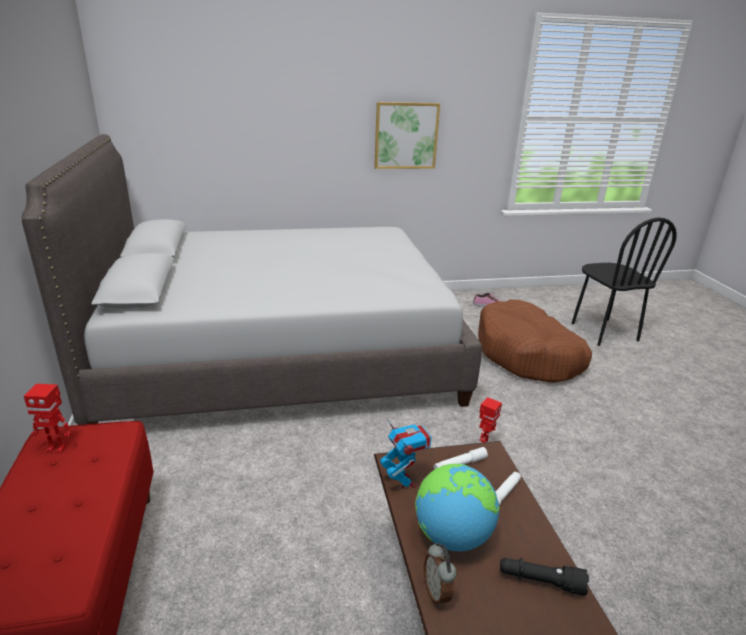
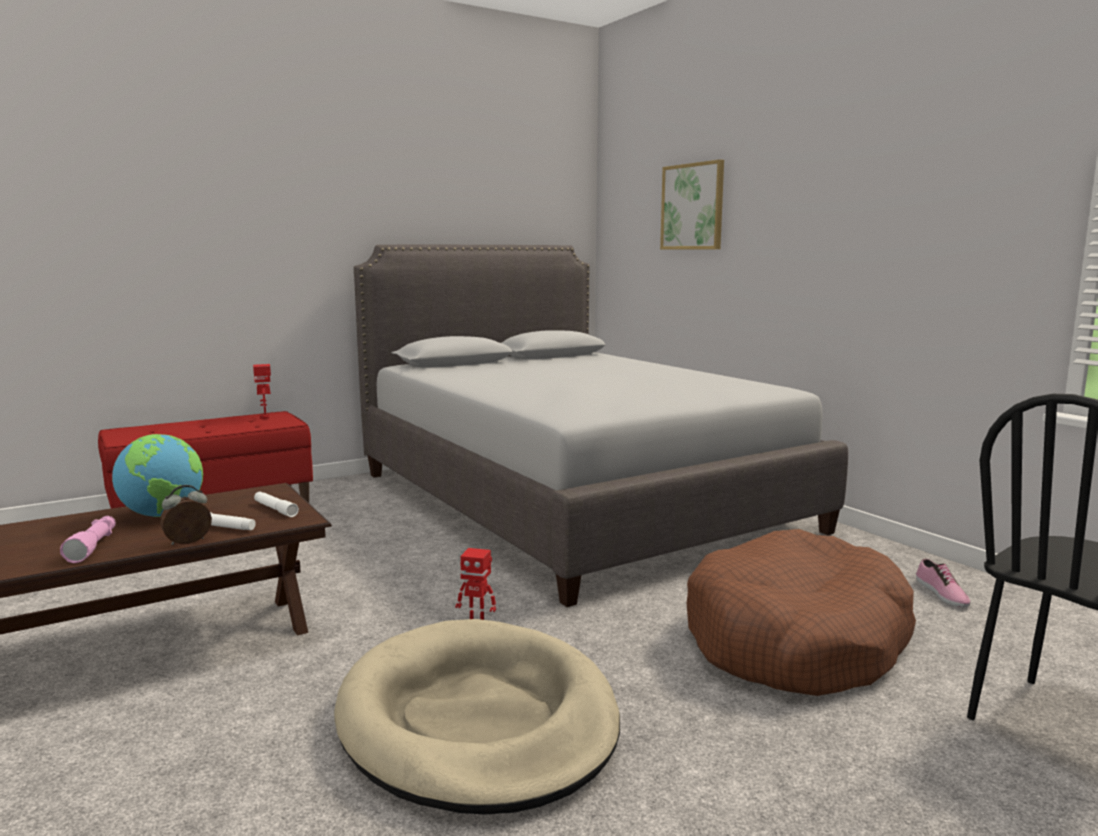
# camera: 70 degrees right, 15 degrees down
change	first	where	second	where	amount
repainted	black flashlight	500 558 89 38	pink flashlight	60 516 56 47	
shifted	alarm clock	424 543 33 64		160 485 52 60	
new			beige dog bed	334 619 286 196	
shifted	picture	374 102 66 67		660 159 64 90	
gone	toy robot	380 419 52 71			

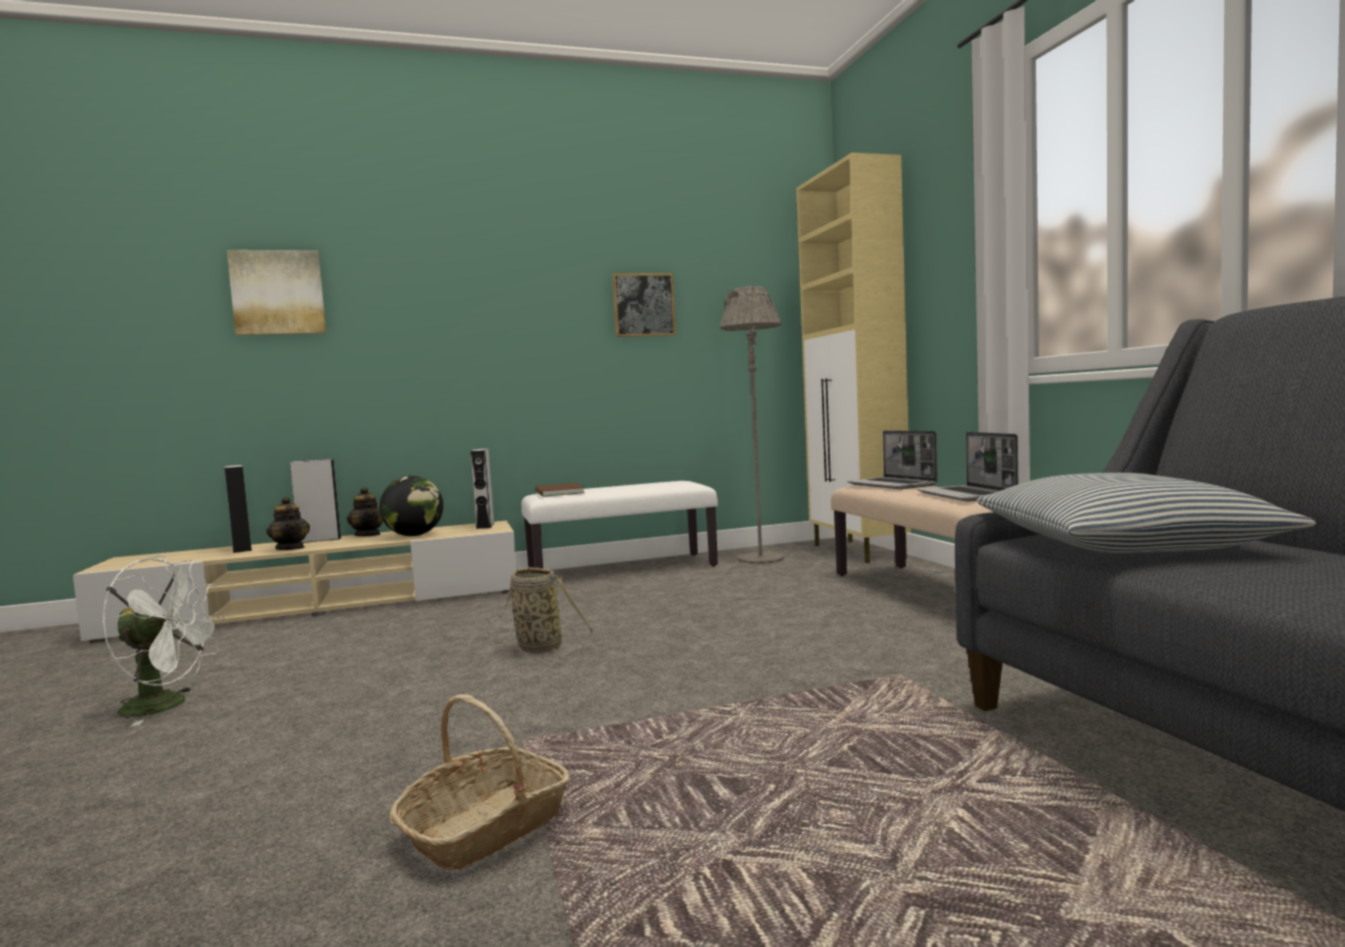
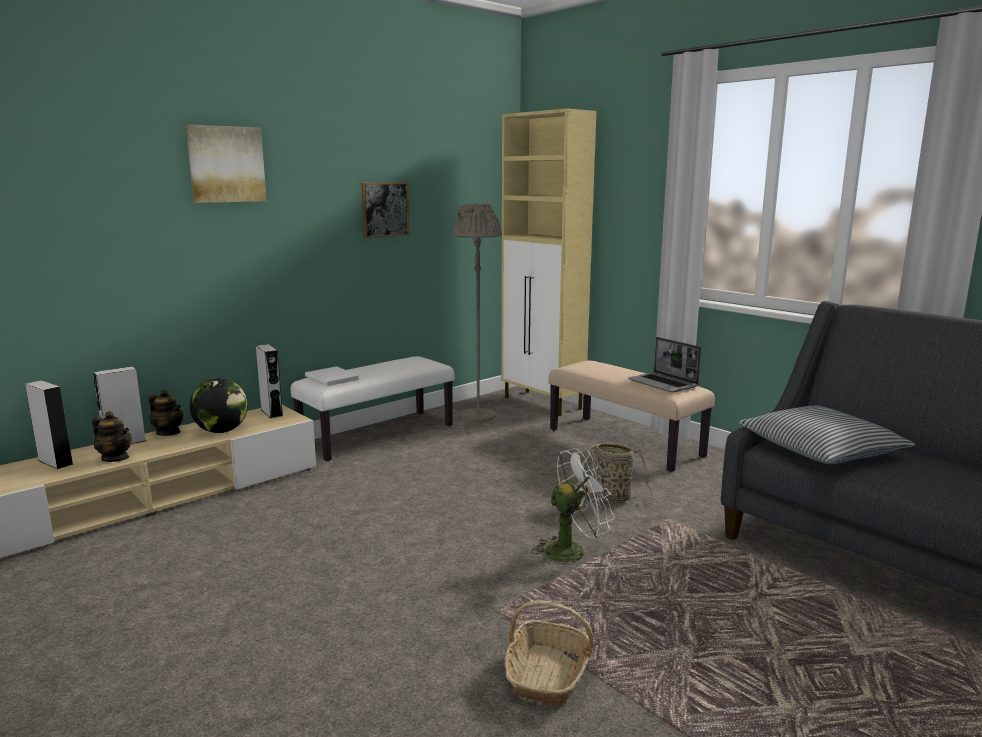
# camera: 25 degrees left, 10 degrees up
change	first	where	second	where	amount
shifted	picture	227 250 99 85		186 124 81 79	
repainted	brown book	535 483 50 14	white book	305 366 54 20	
shifted	white fan	102 556 122 171		531 448 84 115	
shifted	basket	485 567 109 87		558 443 94 60	
gone	laptop	847 431 91 58			

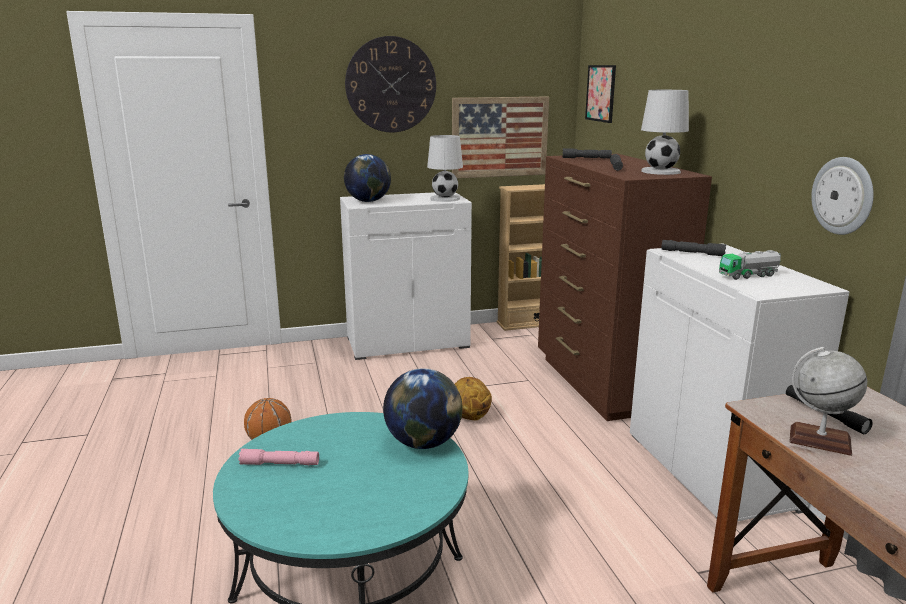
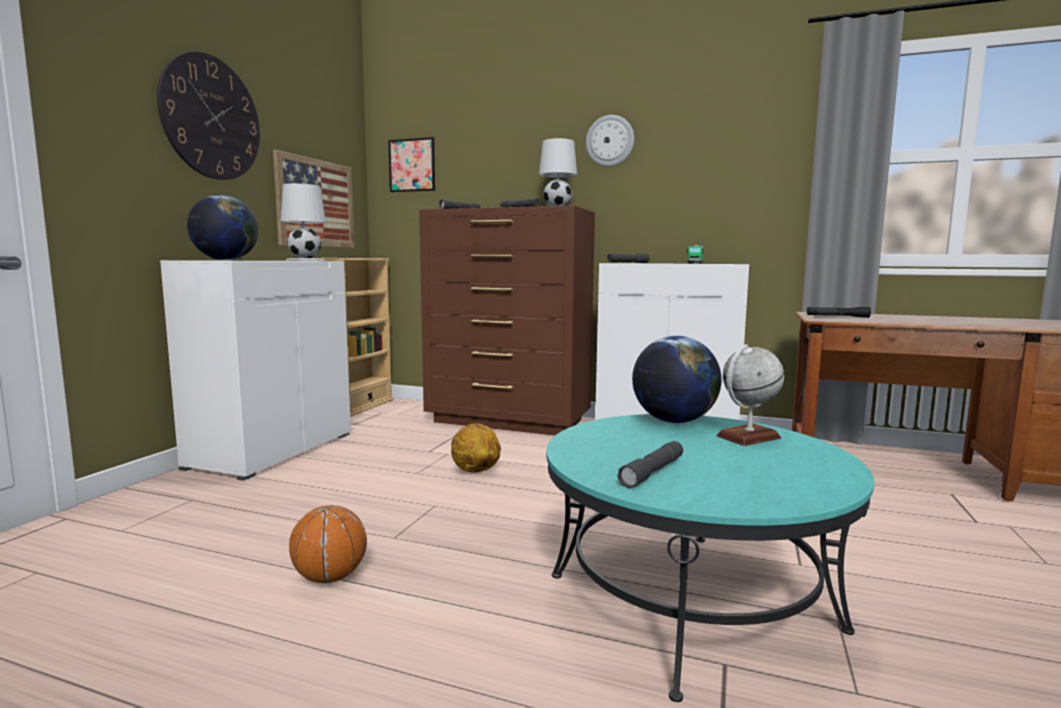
# camera: 55 degrees left, 10 degrees down
change	first	where	second	where	amount
shifted	wall clock	811 157 63 78		586 115 48 52	
repainted	pink flashlight	239 449 80 16	grey flashlight	617 441 66 47	
shifted	globe	790 347 77 109		716 344 68 102	

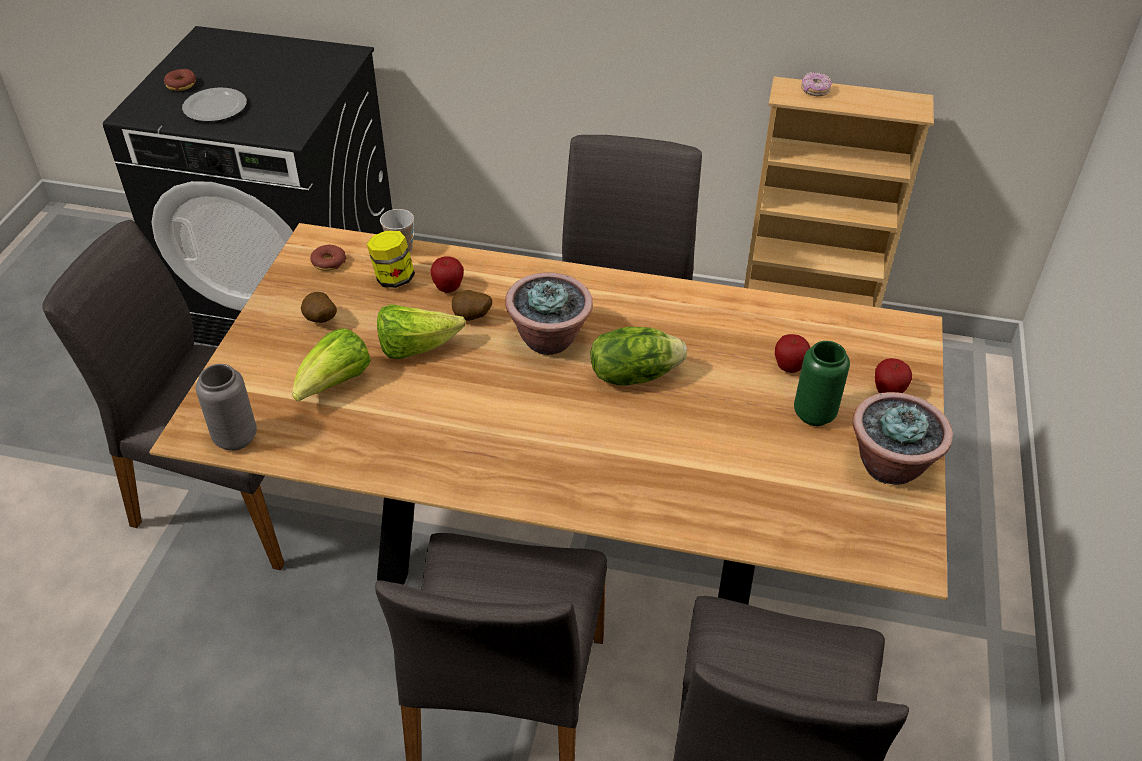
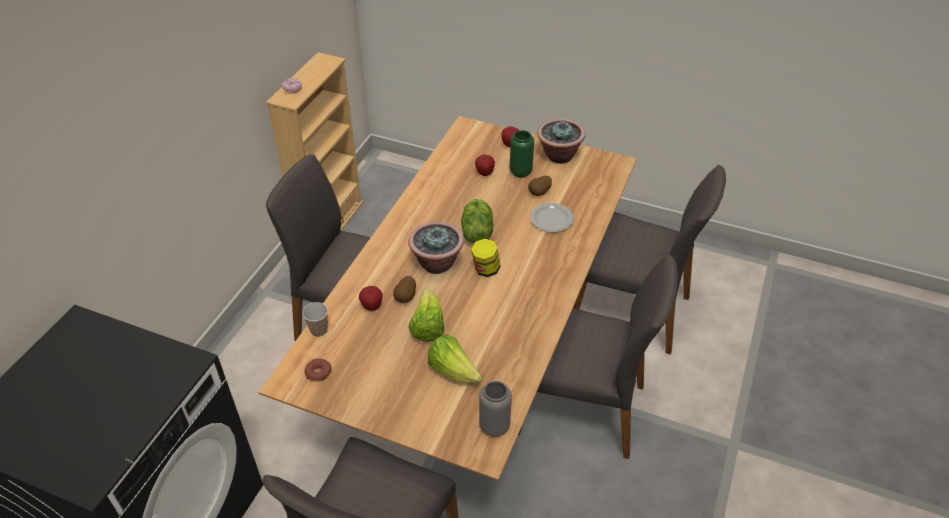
# camera: 80 degrees left, 0 degrees up
change	first	where	second	where	amount
shifted	jar	367 231 48 57		471 238 30 39	
shifted	potato	301 292 36 31		528 176 24 20	
shifted	plate	182 87 65 35		530 203 44 29	
gone	donut	164 69 32 22			

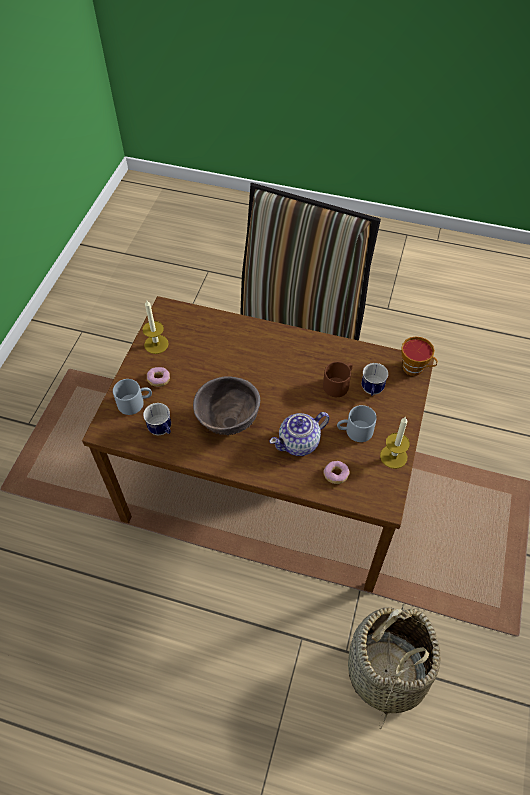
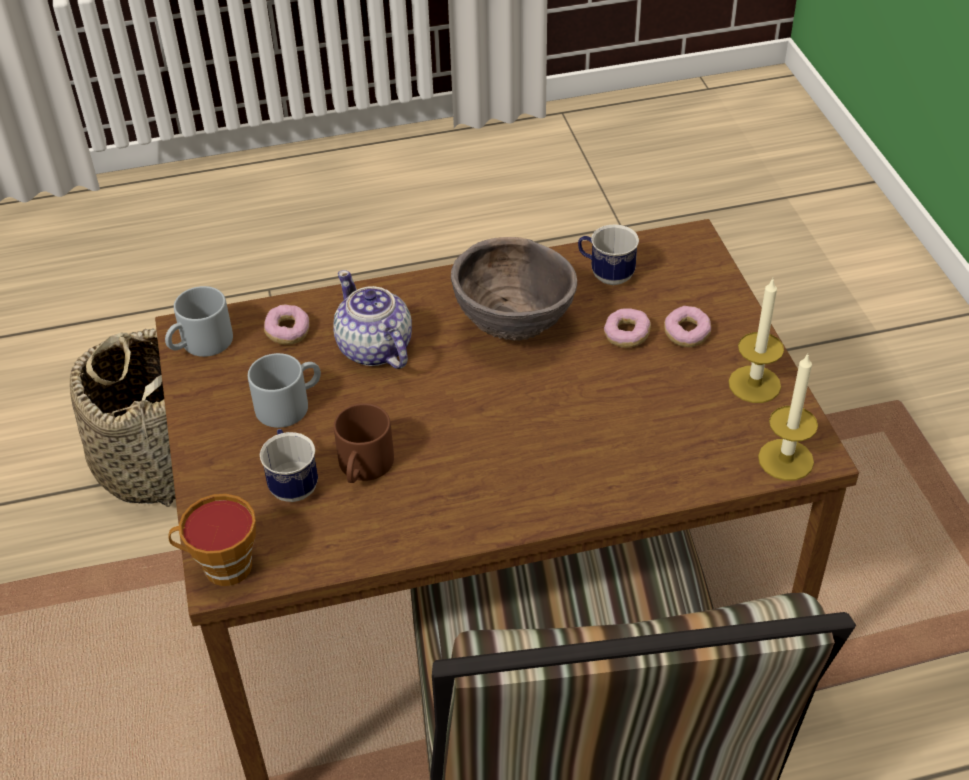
# camera: 150 degrees right, 10 degrees down
change	first	where	second	where	amount
shifted	grey mug	113 379 39 36		165 286 68 71	
rotated	teapot	270 412 59 44		333 270 79 99	60 degrees counterclockwise
new			donut	604 308 47 40	
shifted	candle	380 416 30 53		758 354 60 126	

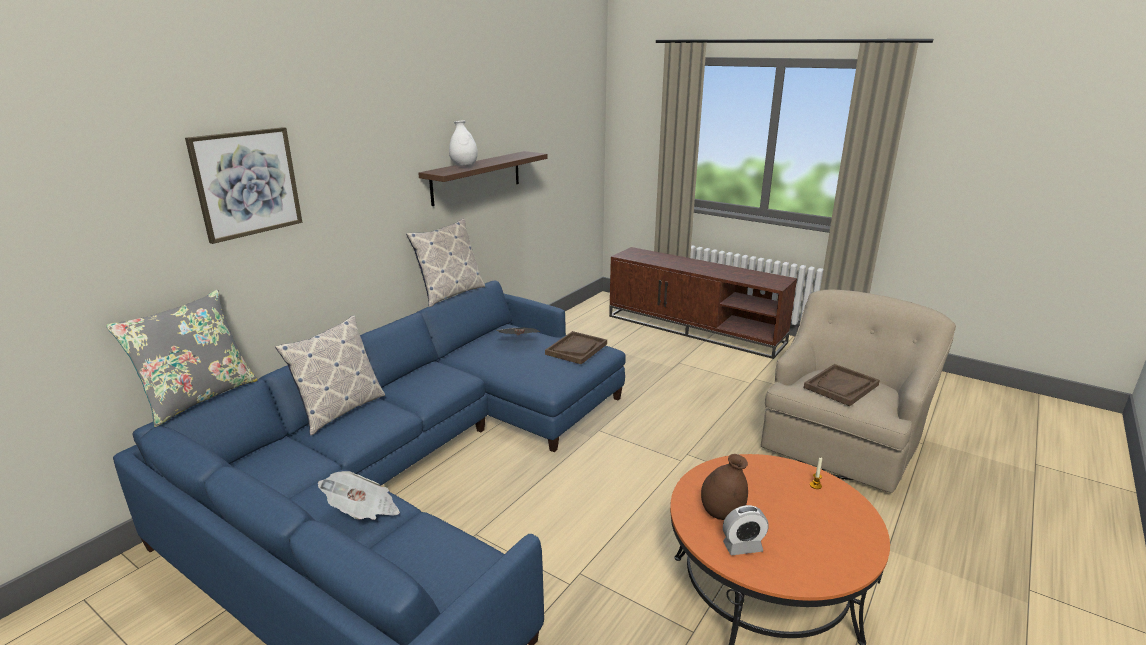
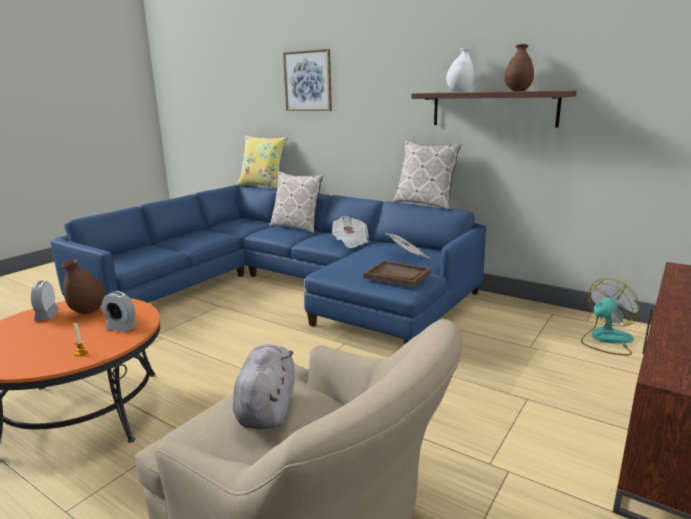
# camera: 90 degrees right, 5 degrees down
change	first	where	second	where	amount
new			alarm clock	102 291 36 41	
swapped	brown tray	804 364 76 42	grey plush toy	233 344 61 85	
repainted	grey pillow	106 290 152 137	yellow pillow	237 135 50 54	
shifted	newspaper	318 471 82 49		332 216 37 32	
new			brown vase	504 44 30 47	
new			fan	581 278 59 77	

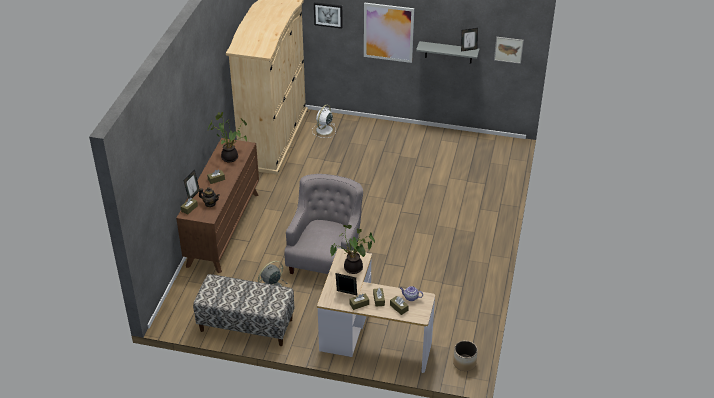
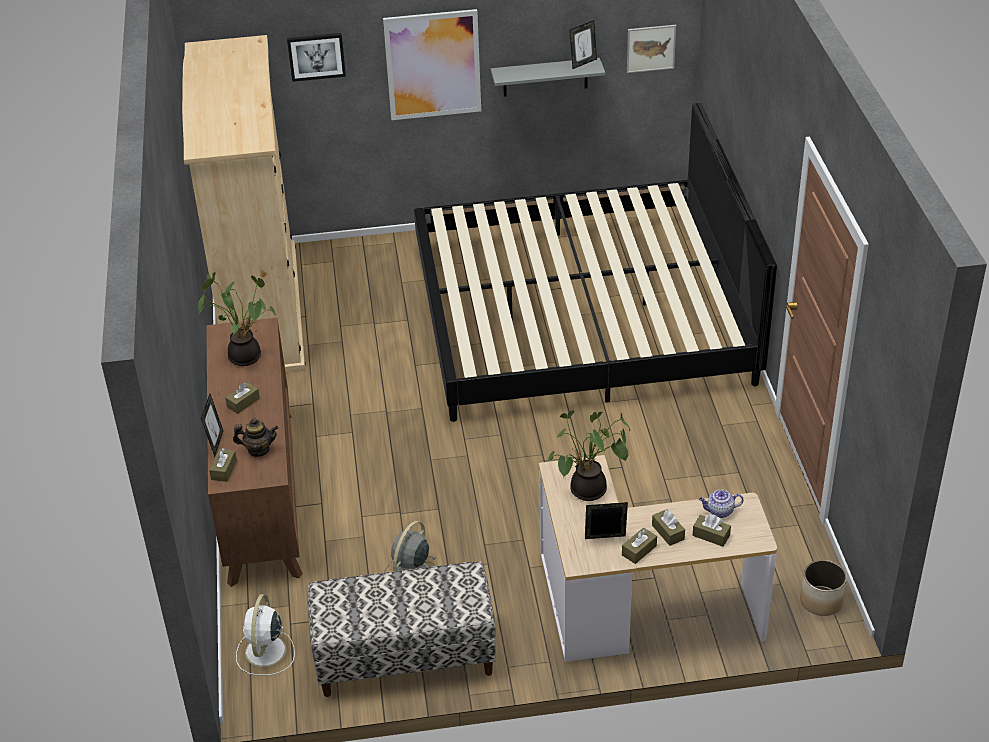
# camera: 20 degrees left, 0 degrees up
change	first	where	second	where	amount
shifted	white fan	312 105 24 33		236 594 59 82	
new			bed	414 103 363 319	
gone	grey armchair	284 174 79 100			

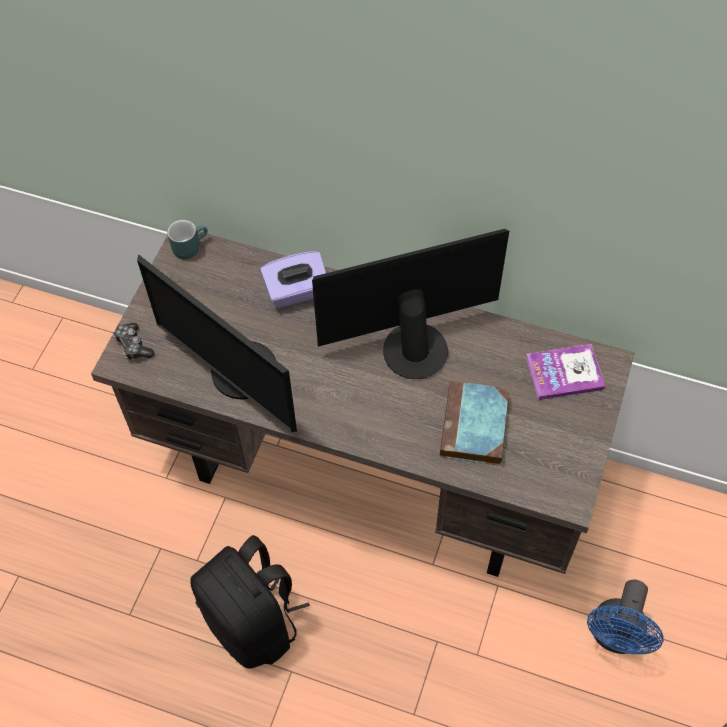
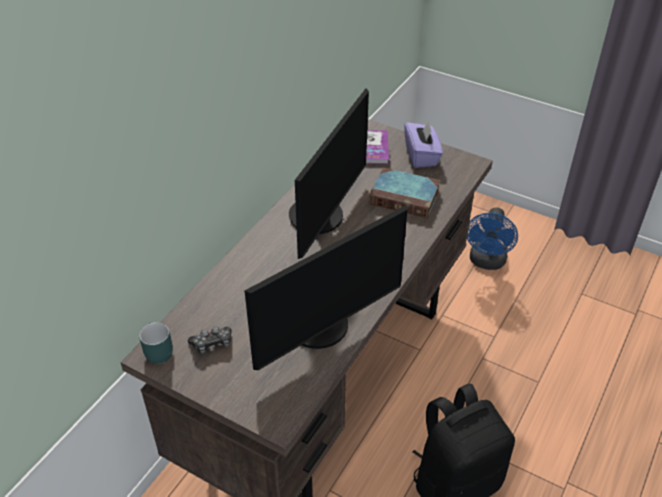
# camera: 80 degrees left, 15 degrees down
change	first	where	second	where	amount
shifted	game controller	113 323 42 36		188 326 44 28	
rotated	monitor	312 229 197 150		289 88 80 171	150 degrees counterclockwise
shifted	purple tissue box	260 251 66 57		404 119 39 49	
rotated	blue fan	587 579 77 75		467 207 51 63	75 degrees clockwise

